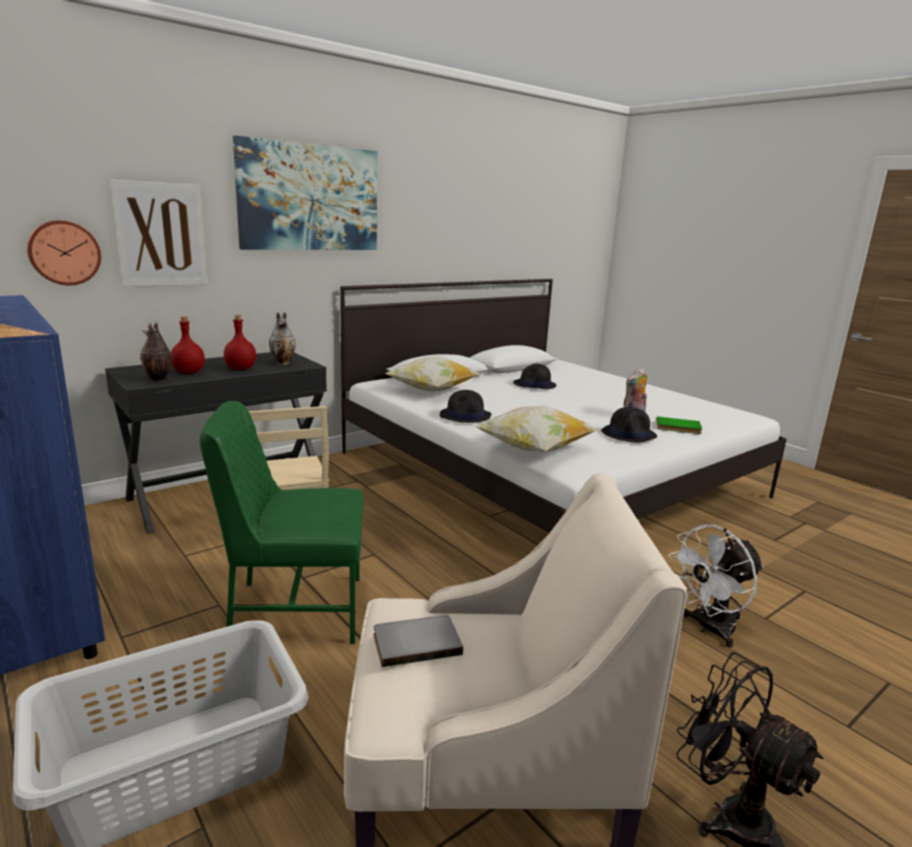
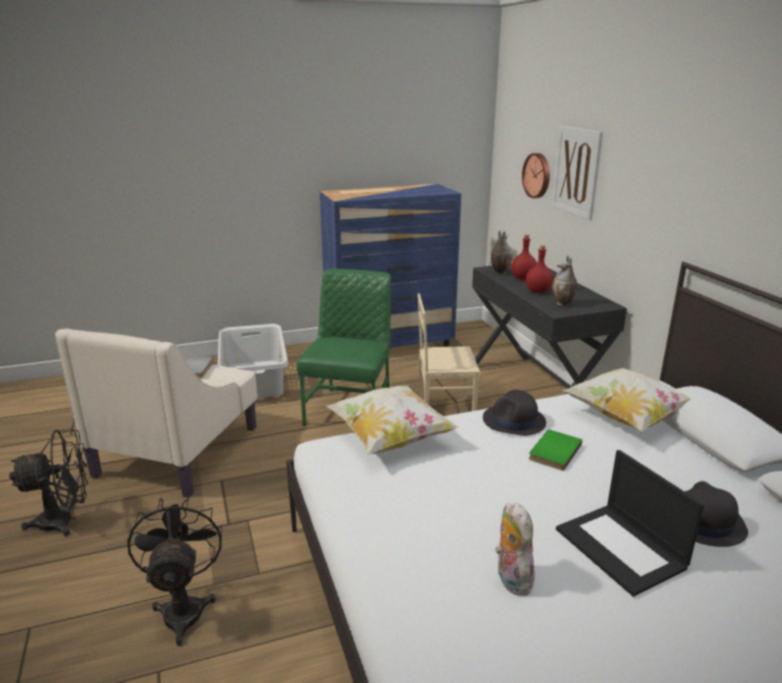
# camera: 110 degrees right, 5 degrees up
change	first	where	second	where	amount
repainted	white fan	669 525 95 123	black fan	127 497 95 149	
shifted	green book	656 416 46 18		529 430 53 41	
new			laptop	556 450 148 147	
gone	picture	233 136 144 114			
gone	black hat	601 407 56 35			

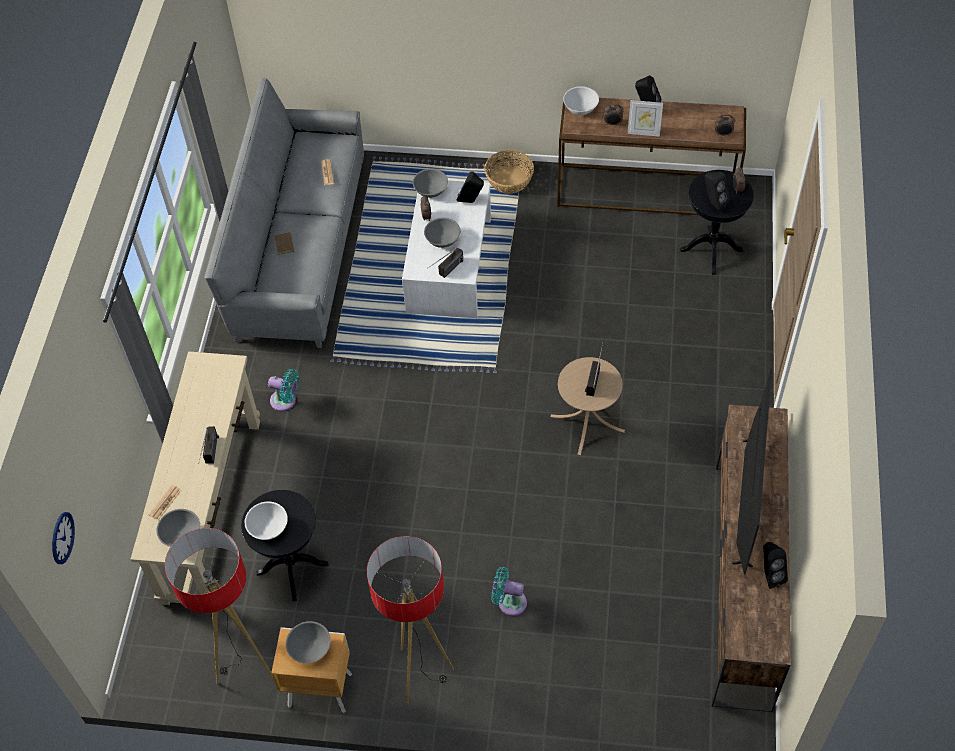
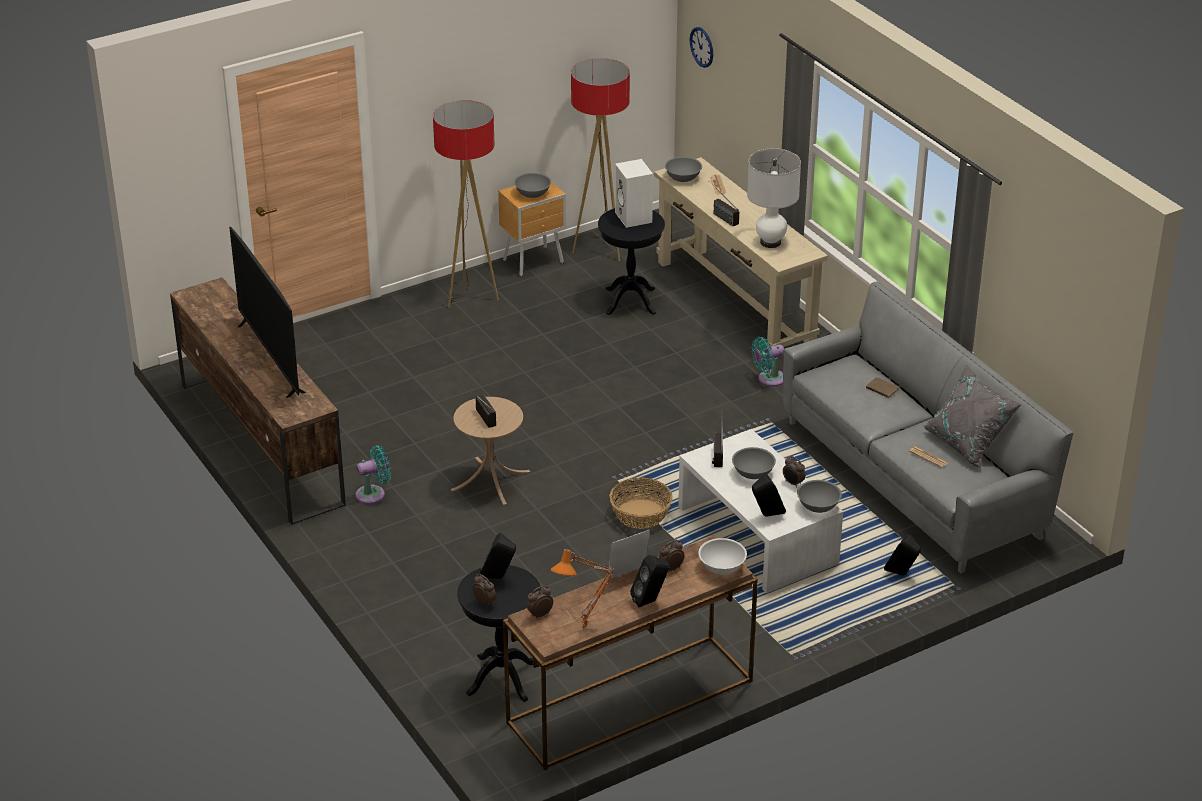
# camera: 140 degrees right, 20 degrees down
change	first	where	second	where	amount
shifted	turquoise fan	491 567 36 49		356 445 35 59	
new			orange table lamp	551 549 64 81	
shifted	basket	484 150 50 44		609 478 64 51	
swapped	white bowl	245 502 43 38	white speaker	615 159 38 69	
new			white table lamp	747 148 54 100	
shifted	black speaker	763 542 25 47		884 534 37 42	
new			grey pillow	923 365 98 104	

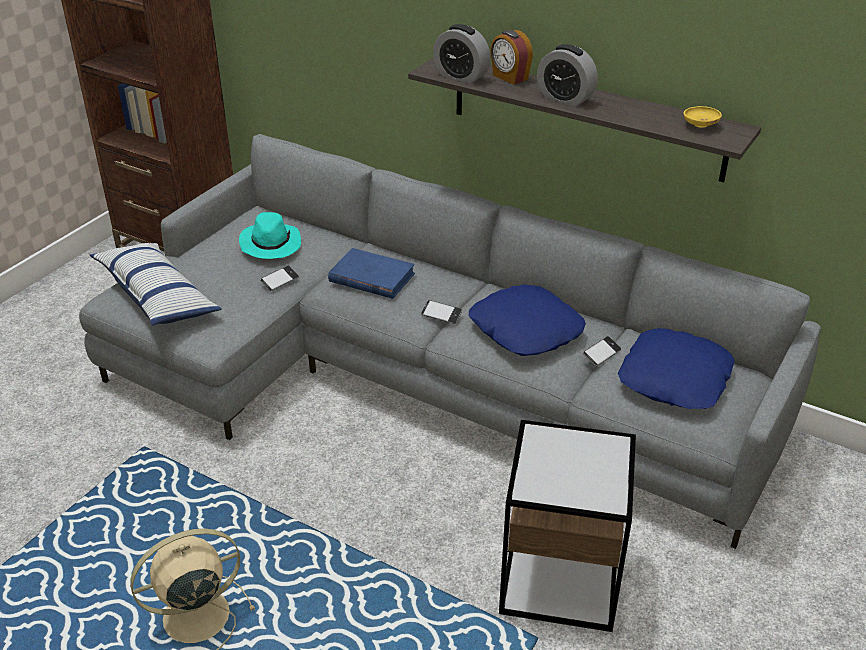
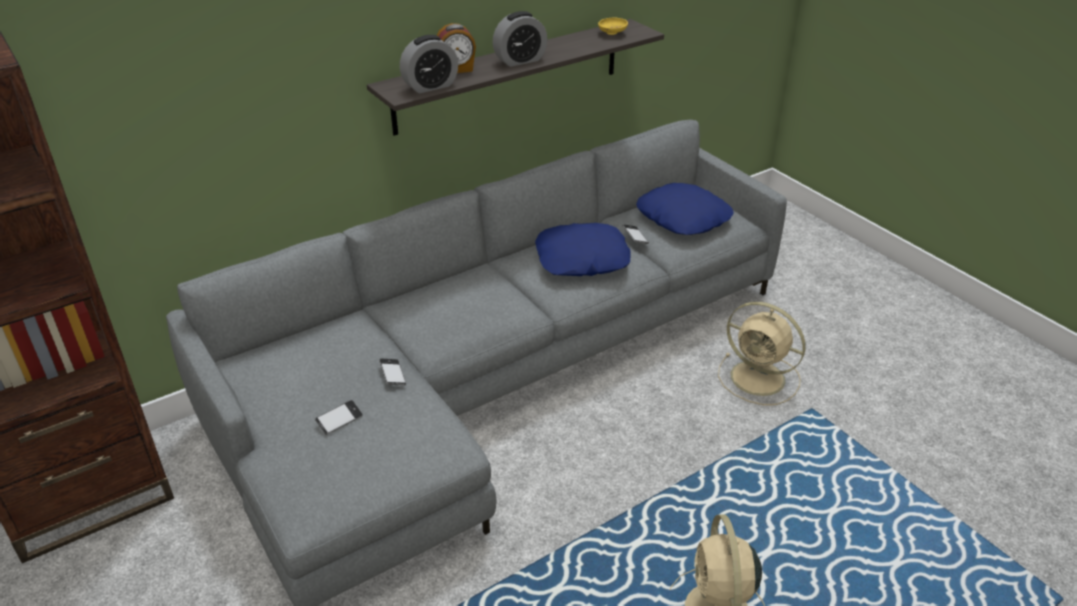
# camera: 65 degrees left, 0 degrees up
change	first	where	second	where	amount
shifted	phone	421 300 41 24		315 400 48 35	
swapped	side table	499 420 137 212	beige fan	718 302 88 103	
gone	pillow	89 243 132 82			
gone	turquoise hat	239 212 62 47			
gone	blue book	328 248 87 51			

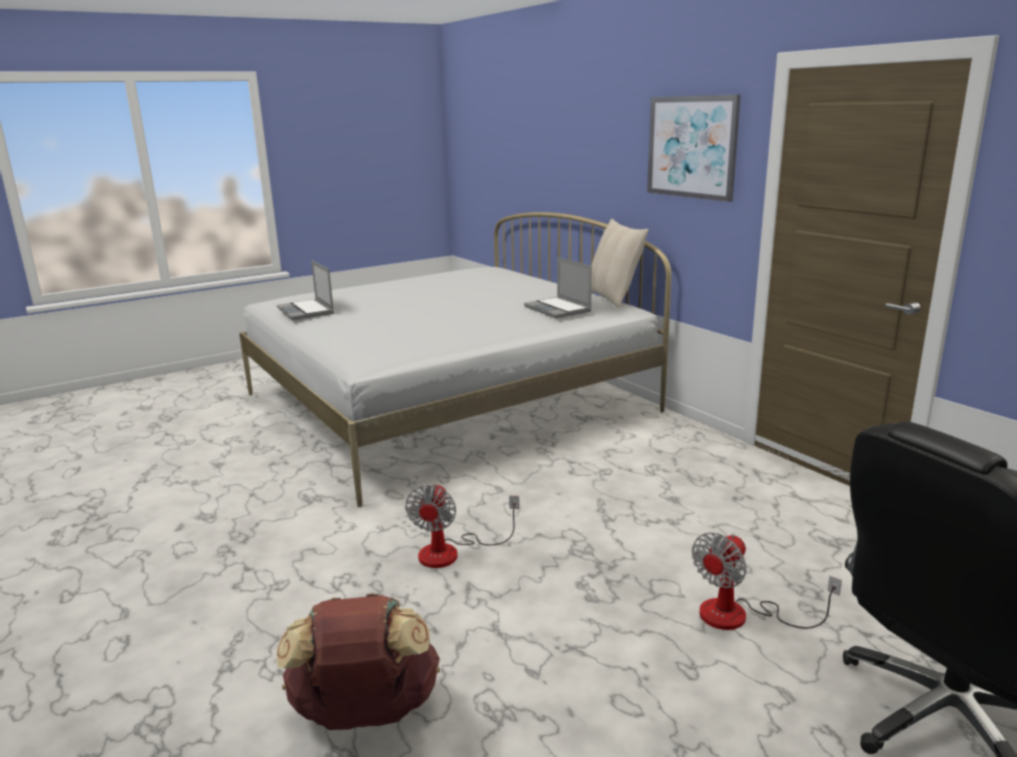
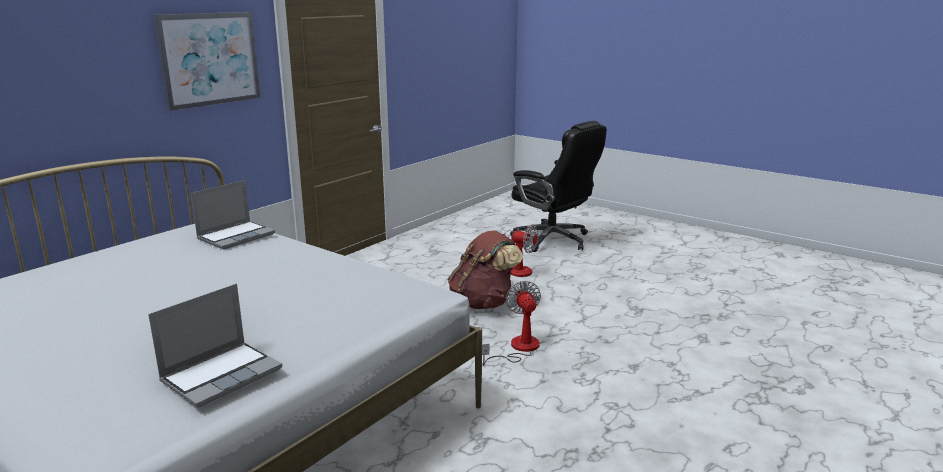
# camera: 110 degrees left, 0 degrees up
change	first	where	second	where	amount
shifted	brown backpack	277 593 163 137		448 230 75 79	
rotated	fan	405 483 114 85		482 281 59 85	90 degrees counterclockwise
gone	beige pillow	591 219 58 89			

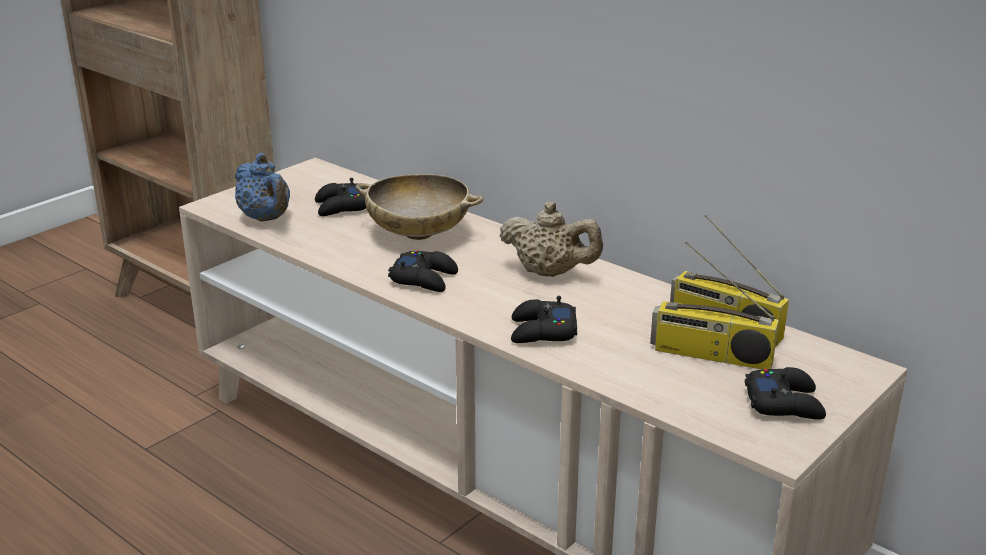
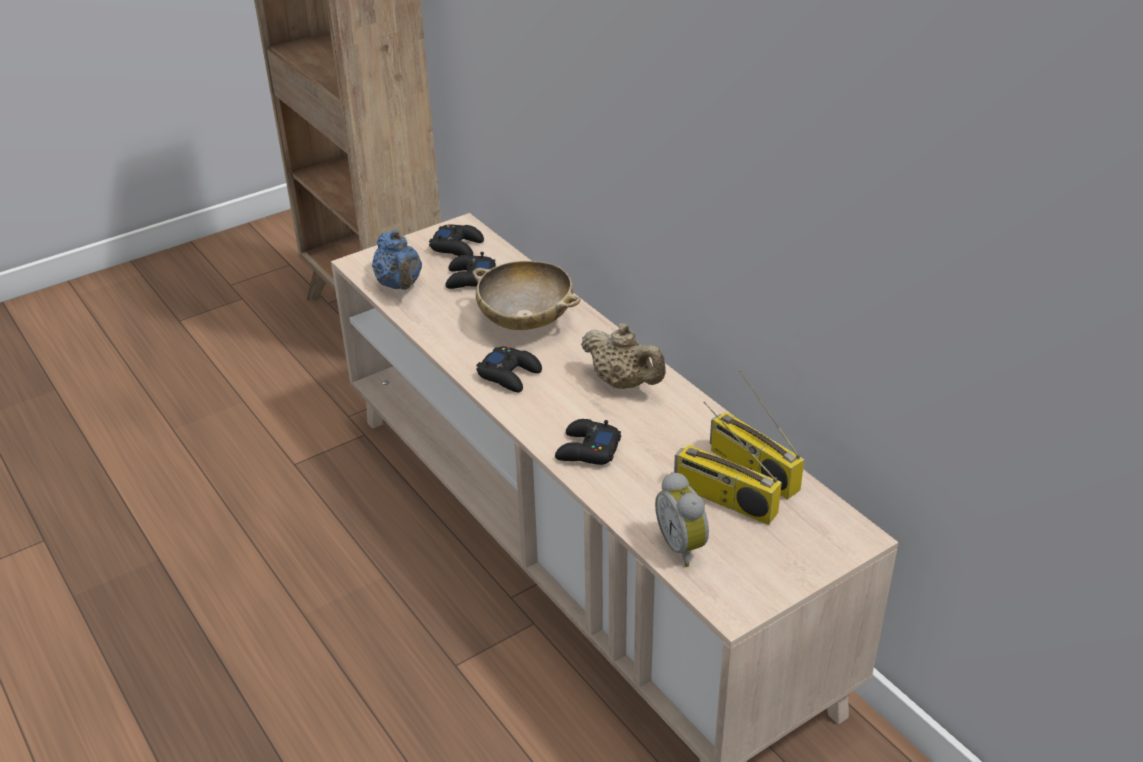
# camera: 15 degrees right, 10 degrees up
change	first	where	second	where	amount
shifted	black game controller	745 367 81 53		429 224 55 32	
new			alarm clock	655 472 54 95	

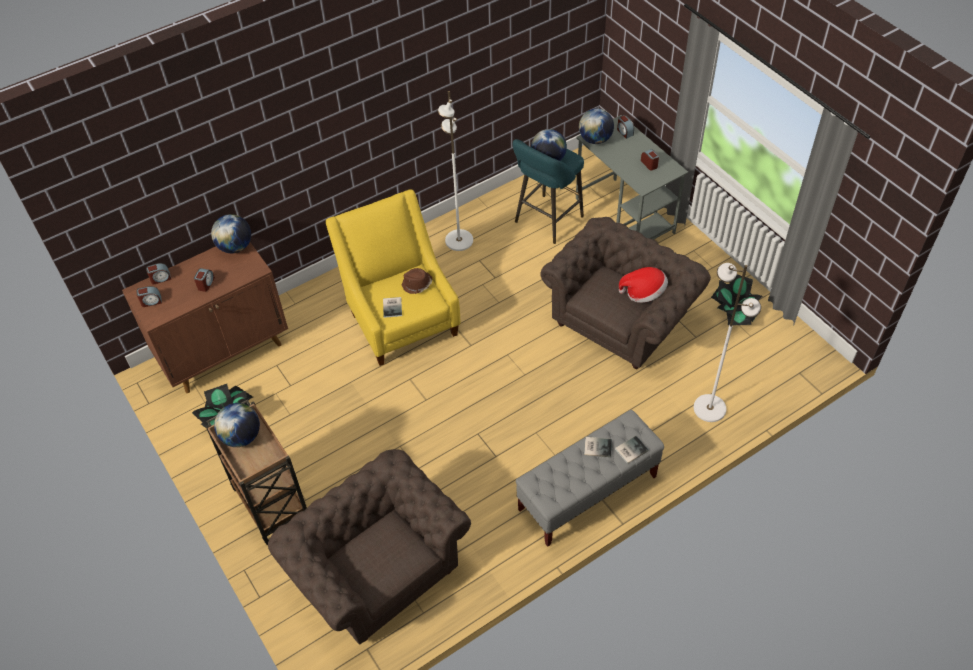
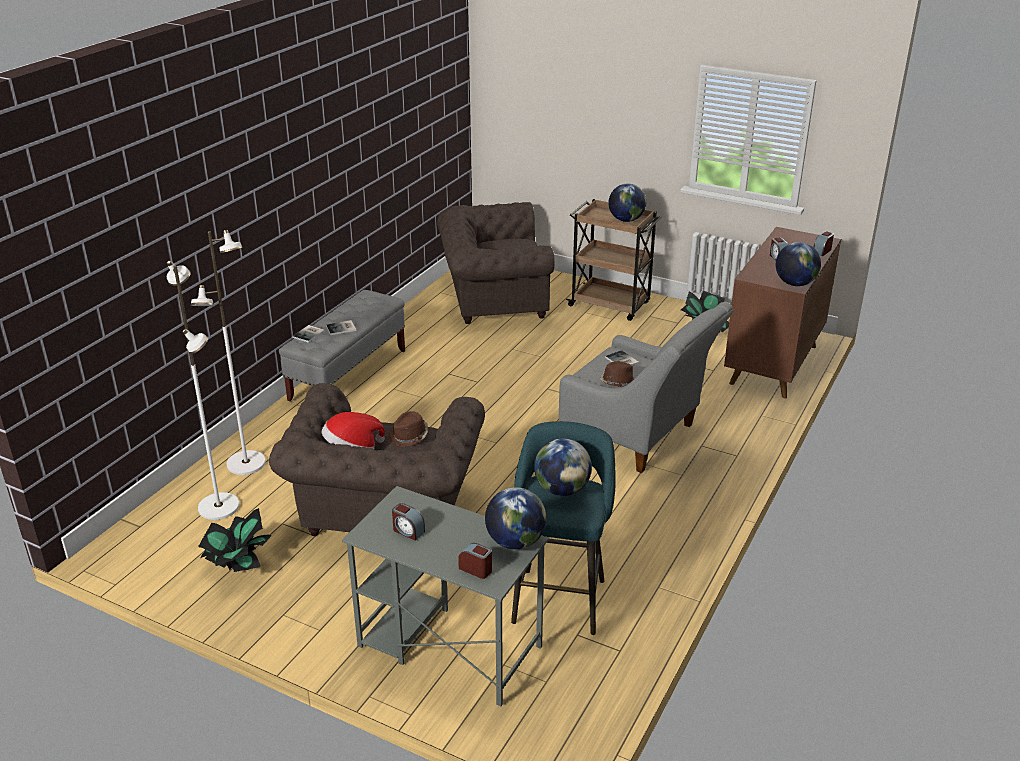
# camera: 150 degrees right, 20 degrees down
change	first	where	second	where	amount
shifted	white floor lamp	437 91 36 160		167 260 72 260	
new			brown hat	389 411 39 36	
rotated	brown armchair	268 449 203 196		437 202 118 122	150 degrees clockwise
repainted	yellow armchair	326 189 135 177	grey armchair	559 302 175 171	
gone	alarm clock	136 286 26 21			

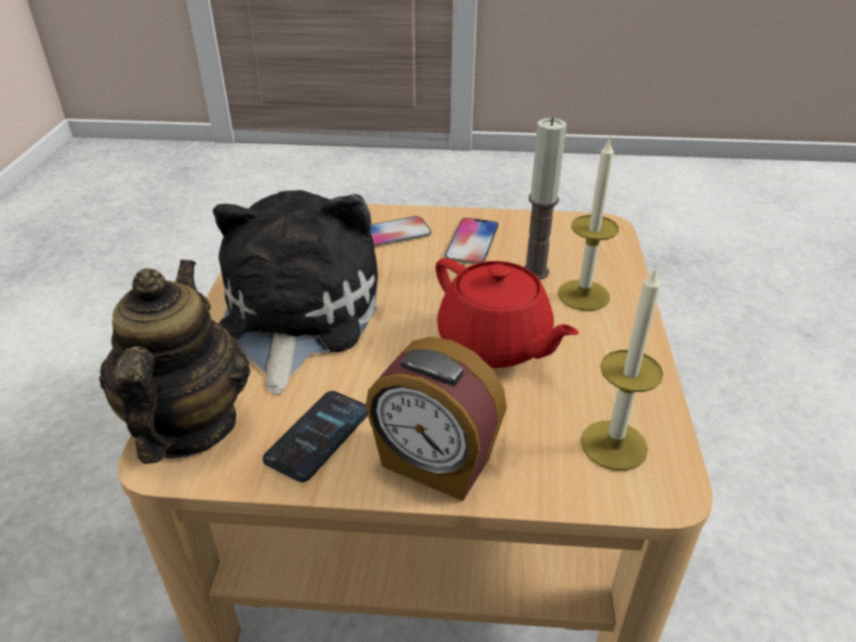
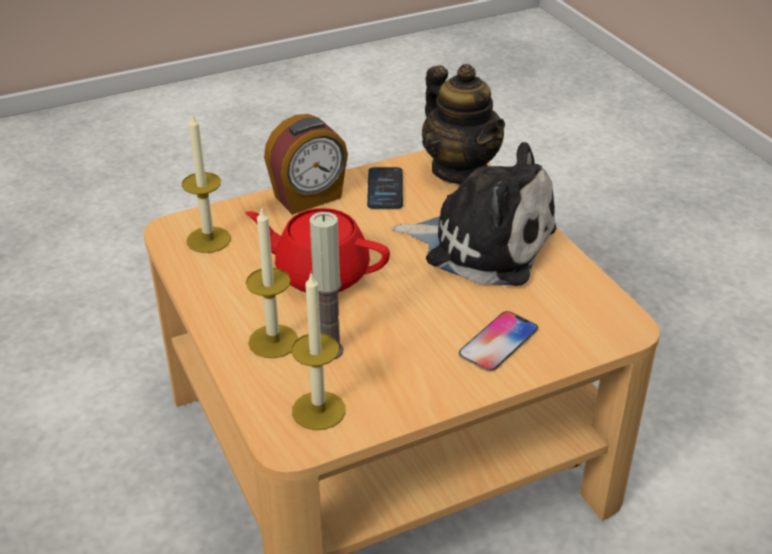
# camera: 150 degrees right, 0 degrees up
change	first	where	second	where	amount
rotated	alarm clock	365 337 142 164		264 114 84 101	150 degrees clockwise
new			candle	291 273 54 157	
rotated	plush toy	213 190 165 204		391 142 165 144	45 degrees counterclockwise
gone	phone	445 218 53 46			

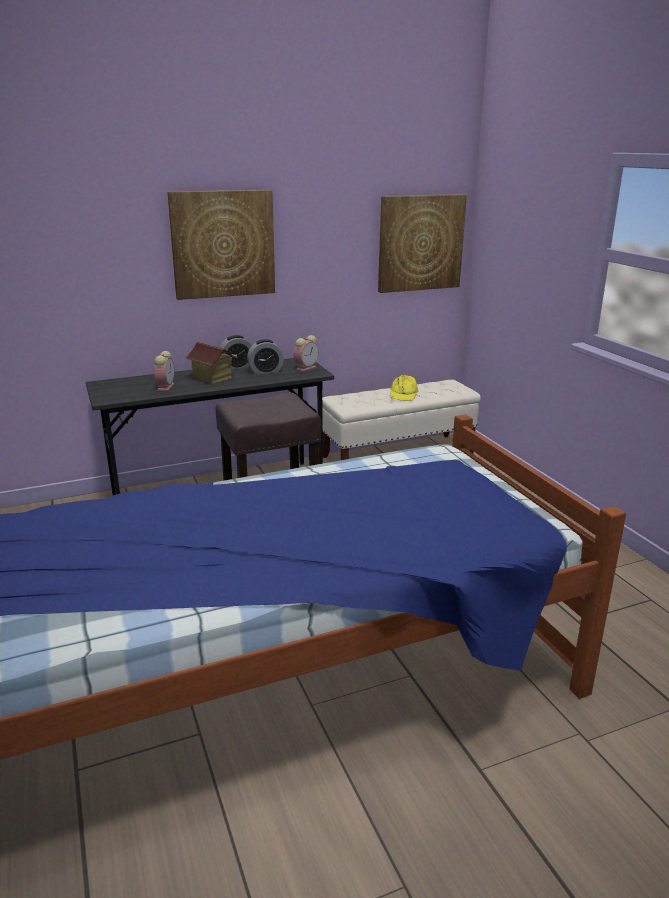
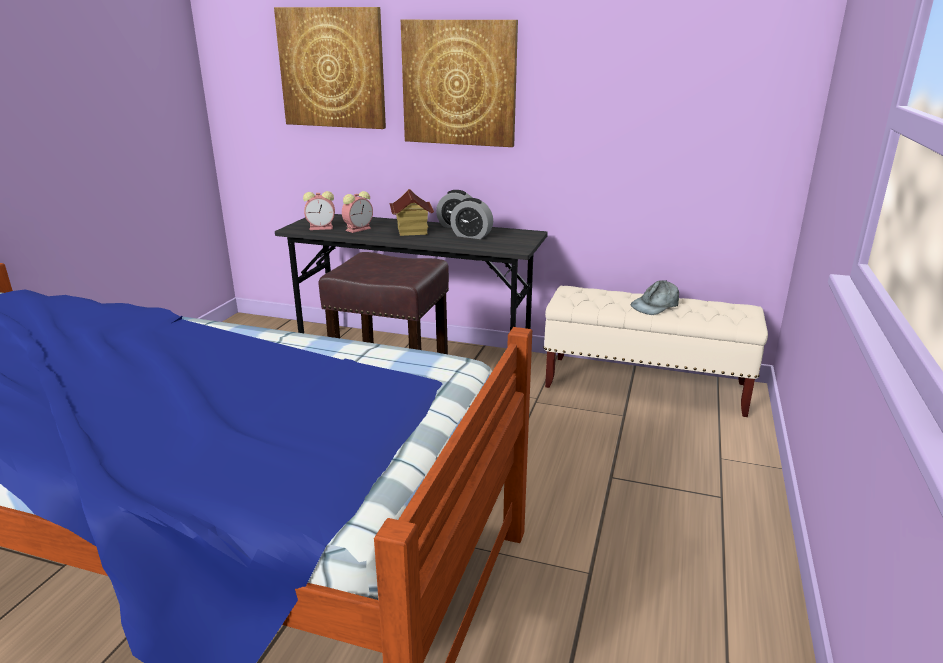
# camera: 40 degrees right, 0 degrees up
change	first	where	second	where	amount
shifted	picture	378 194 89 99		274 7 112 122	
shifted	alarm clock	294 335 25 36		303 191 32 39	
repainted	yellow cap	390 375 28 26	grey cap	630 280 49 35	

